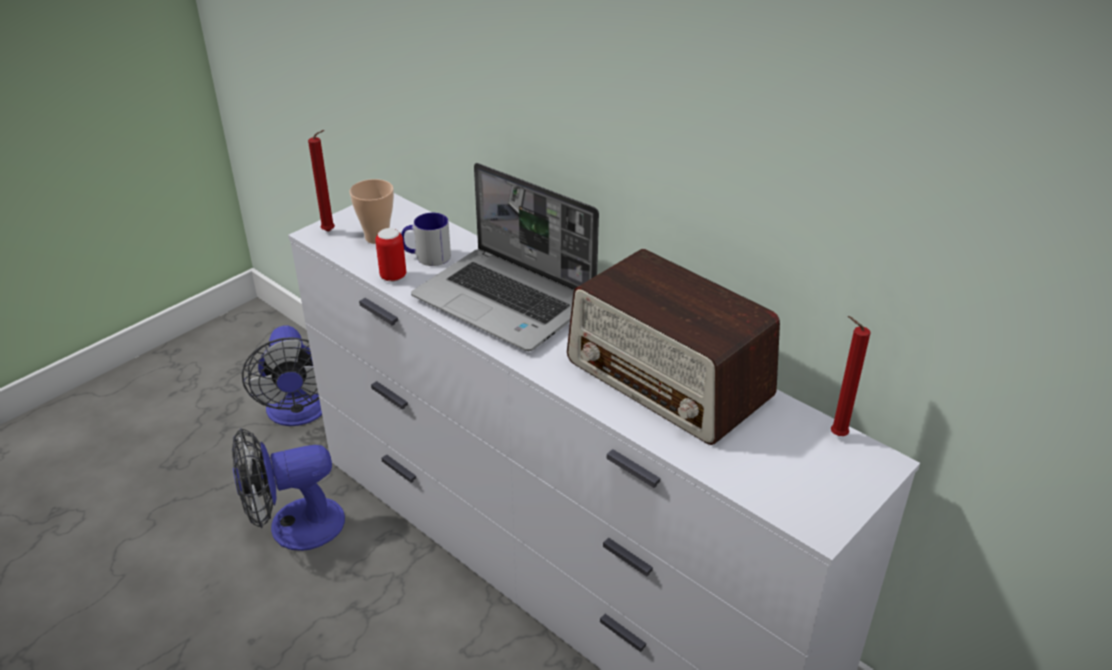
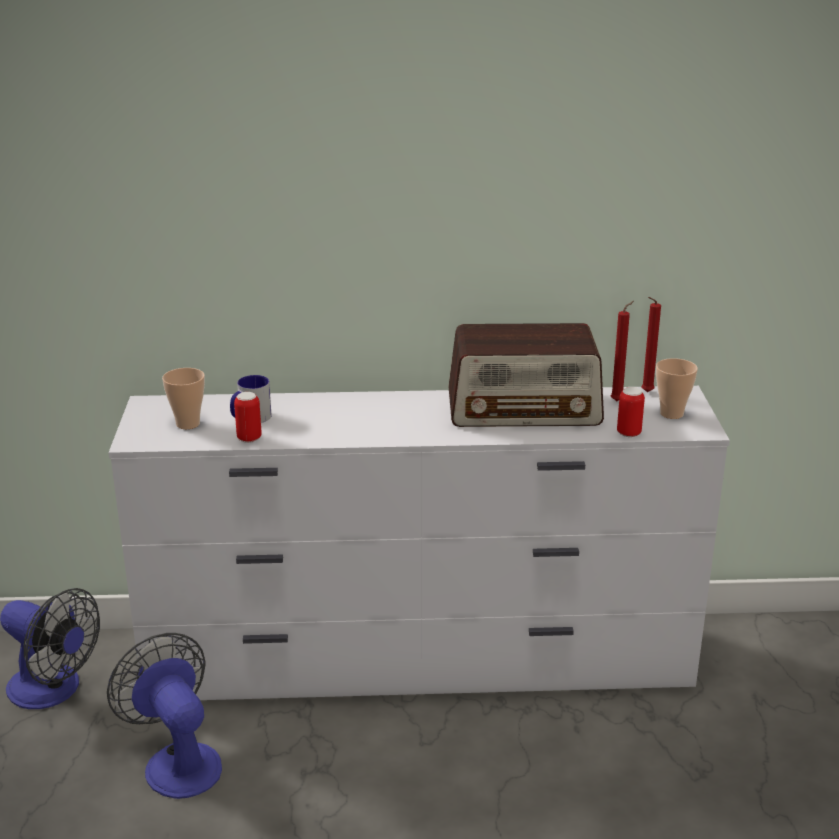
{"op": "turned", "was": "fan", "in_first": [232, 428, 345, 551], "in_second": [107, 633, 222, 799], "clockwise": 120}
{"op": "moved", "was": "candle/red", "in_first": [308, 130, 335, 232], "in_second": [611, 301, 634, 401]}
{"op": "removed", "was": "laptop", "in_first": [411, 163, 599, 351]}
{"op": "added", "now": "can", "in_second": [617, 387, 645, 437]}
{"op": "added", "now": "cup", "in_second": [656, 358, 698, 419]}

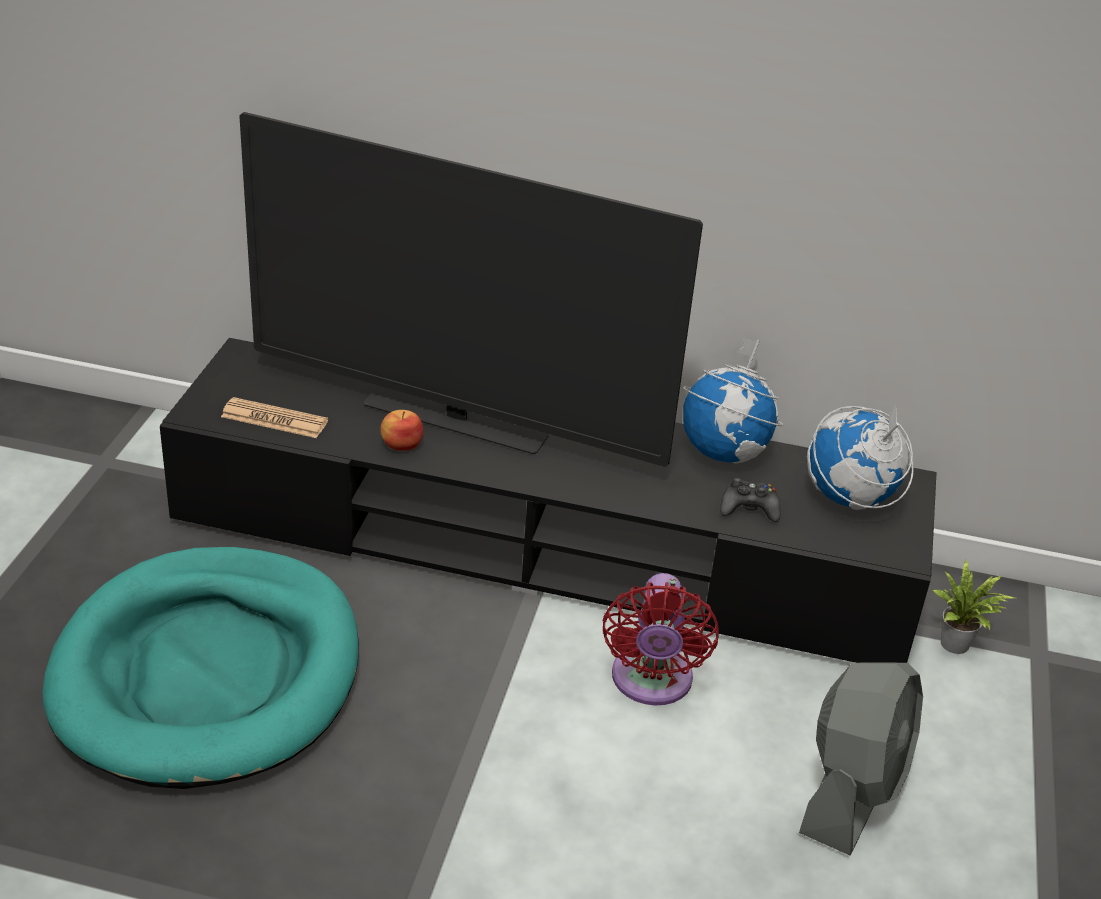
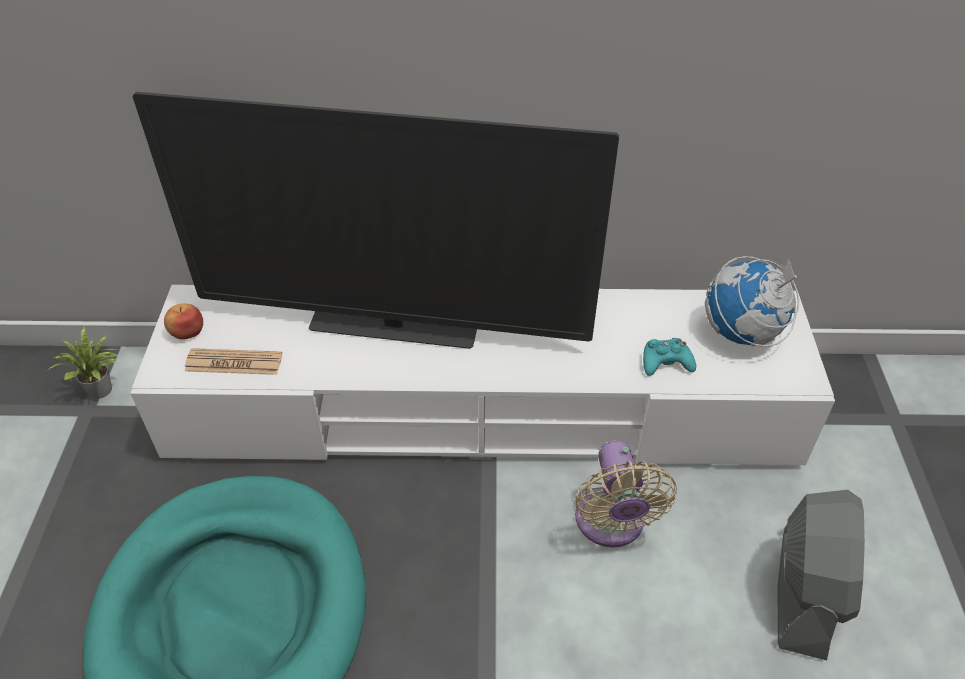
{"op": "recoloured", "was": "tv stand/black", "now": "tv stand/white", "in_first": [160, 338, 937, 663], "in_second": [130, 285, 835, 465]}
{"op": "moved", "was": "apple", "in_first": [380, 410, 423, 451], "in_second": [164, 303, 203, 340]}
{"op": "recoloured", "was": "fan/red", "now": "fan/beige", "in_first": [603, 573, 719, 705], "in_second": [575, 440, 677, 547]}
{"op": "removed", "was": "globe", "in_first": [683, 338, 783, 463]}
{"op": "recoloured", "was": "game controller/black", "now": "game controller/turquoise", "in_first": [720, 478, 781, 522], "in_second": [643, 338, 696, 376]}
{"op": "moved", "was": "potted plant", "in_first": [932, 560, 1015, 654], "in_second": [48, 326, 119, 399]}

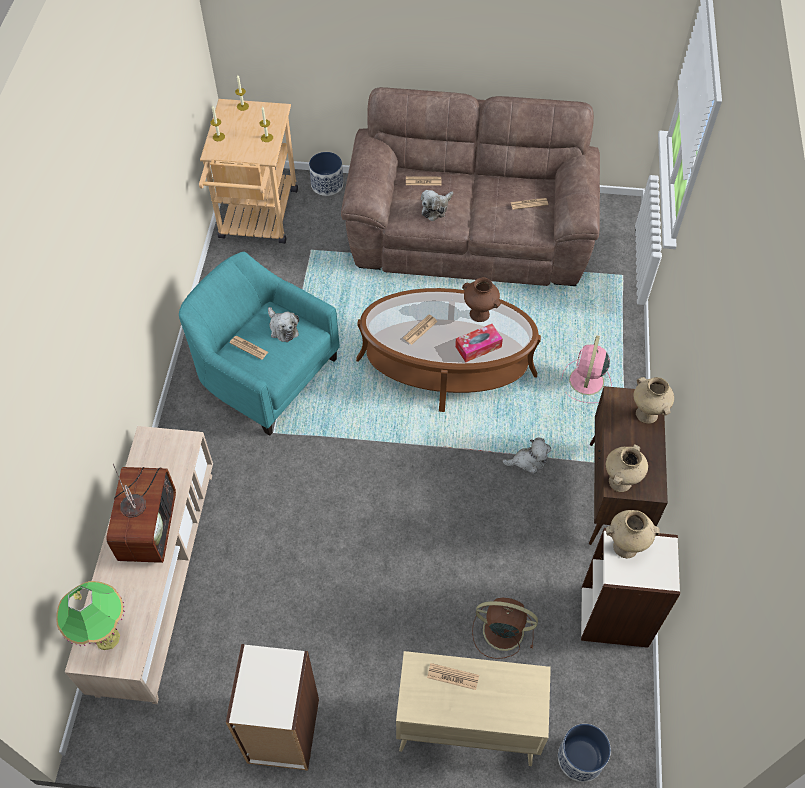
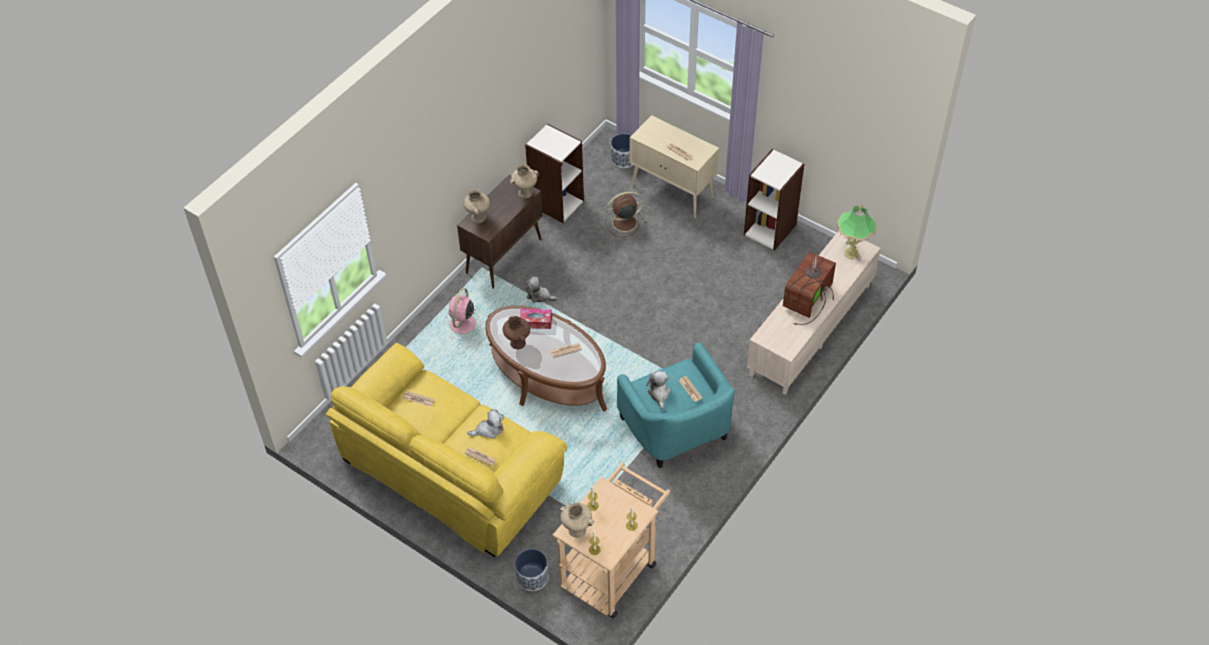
{"op": "recoloured", "was": "sofa/brown", "now": "sofa/yellow", "in_first": [341, 87, 600, 286], "in_second": [326, 343, 567, 557]}
{"op": "turned", "was": "fan/brown", "in_first": [472, 598, 538, 659], "in_second": [605, 191, 646, 238], "clockwise": 120}
{"op": "turned", "was": "fan/pink", "in_first": [561, 335, 612, 403], "in_second": [443, 288, 481, 340], "clockwise": 150}
{"op": "moved", "was": "vase/beige", "in_first": [606, 510, 660, 558], "in_second": [560, 503, 594, 538]}

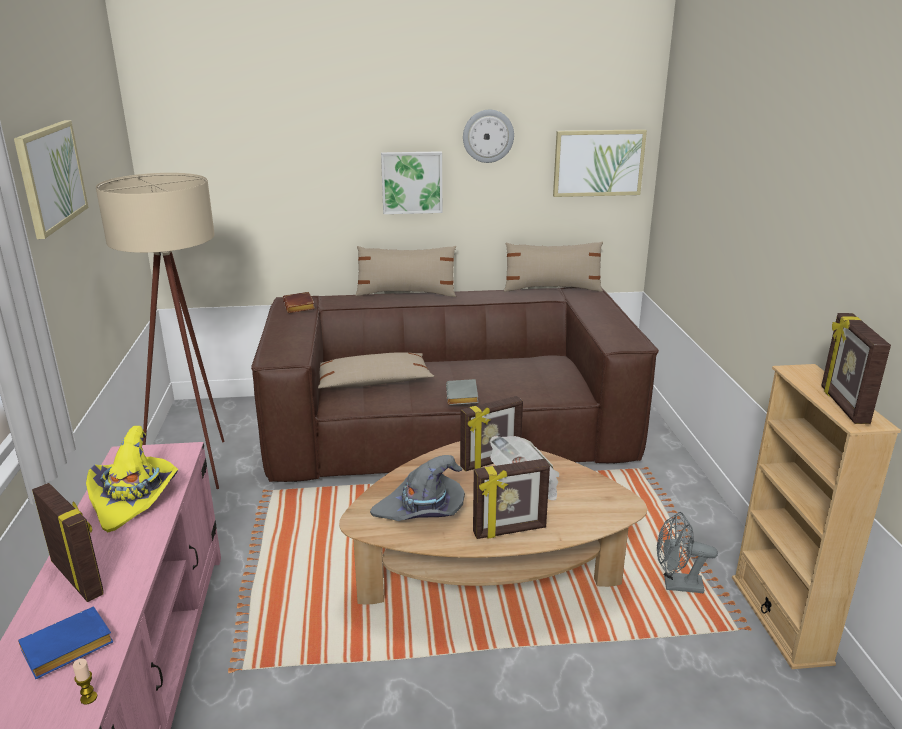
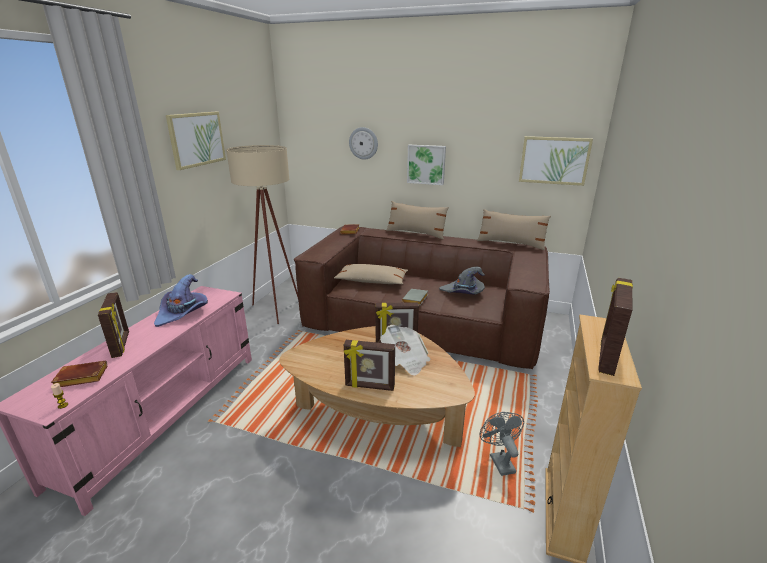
{"op": "recoloured", "was": "book/blue", "now": "book/brown", "in_first": [18, 607, 113, 679], "in_second": [51, 361, 108, 387]}
{"op": "recoloured", "was": "hat/yellow", "now": "hat/purple", "in_first": [86, 426, 179, 532], "in_second": [154, 274, 208, 327]}
{"op": "moved", "was": "hat/grey", "in_first": [370, 455, 465, 521], "in_second": [439, 267, 485, 295]}
{"op": "moved", "was": "wall clock", "in_first": [463, 110, 514, 163], "in_second": [349, 127, 378, 160]}
{"op": "turned", "was": "fan/grey", "in_first": [657, 512, 718, 593], "in_second": [480, 412, 524, 476], "clockwise": 45}

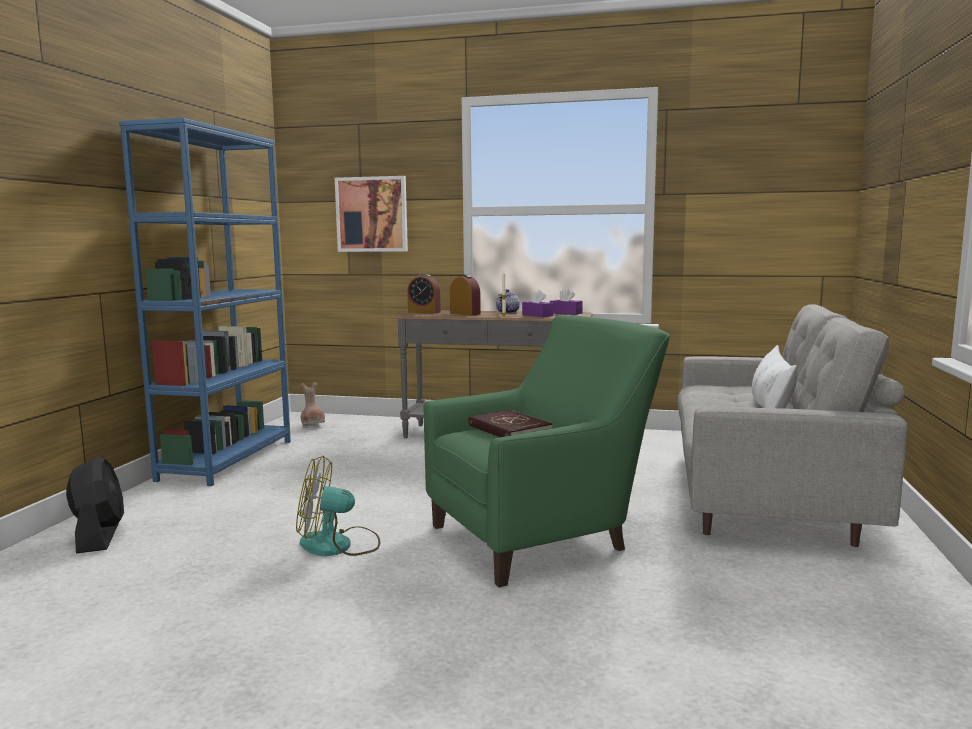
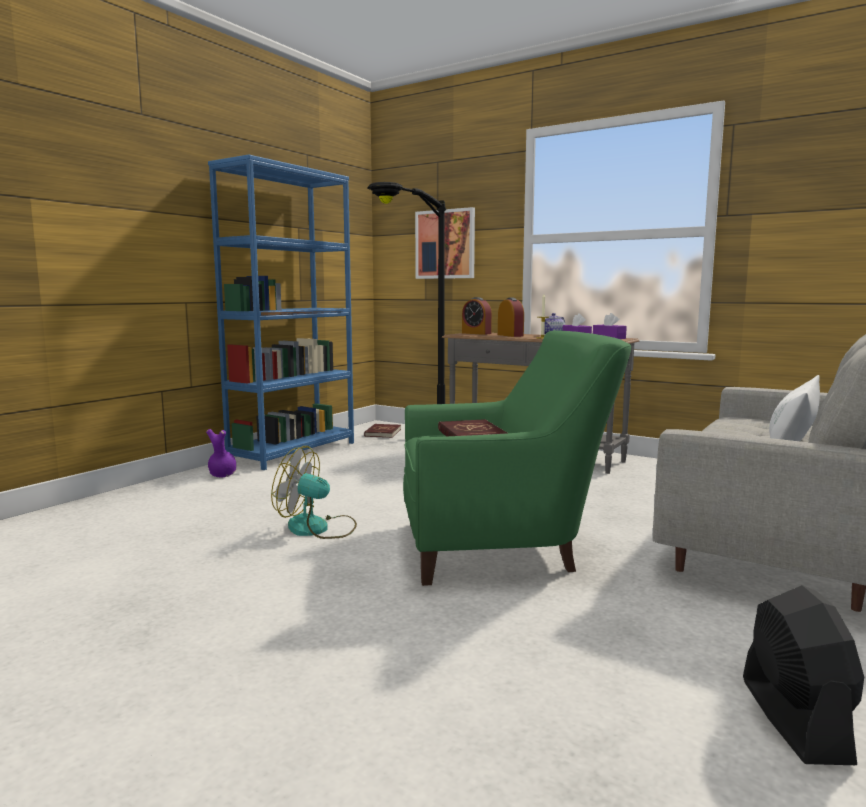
{"op": "moved", "was": "fan/black", "in_first": [66, 457, 124, 553], "in_second": [743, 585, 864, 765]}
{"op": "replaced", "was": "vase/brown", "now": "book/red", "in_first": [300, 382, 325, 426], "in_second": [364, 424, 401, 438]}
{"op": "added", "now": "vase/purple", "in_second": [206, 429, 236, 478]}
{"op": "added", "now": "floor lamp/black", "in_second": [368, 182, 446, 404]}

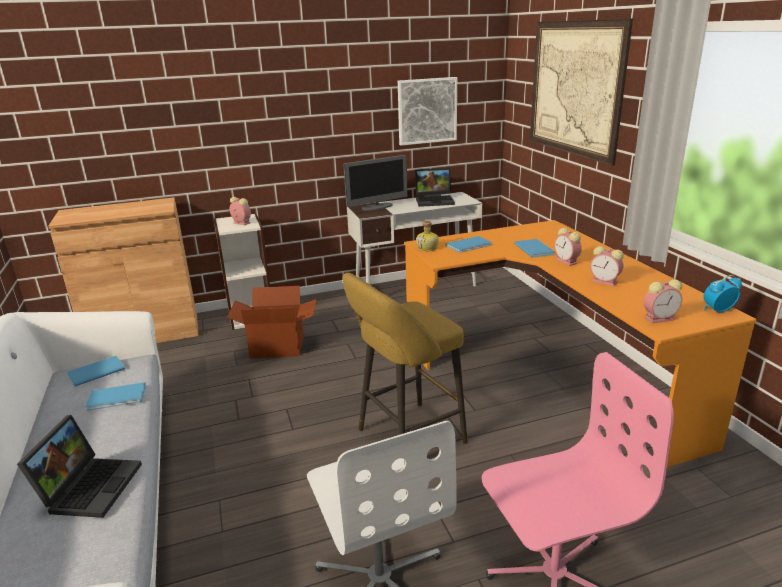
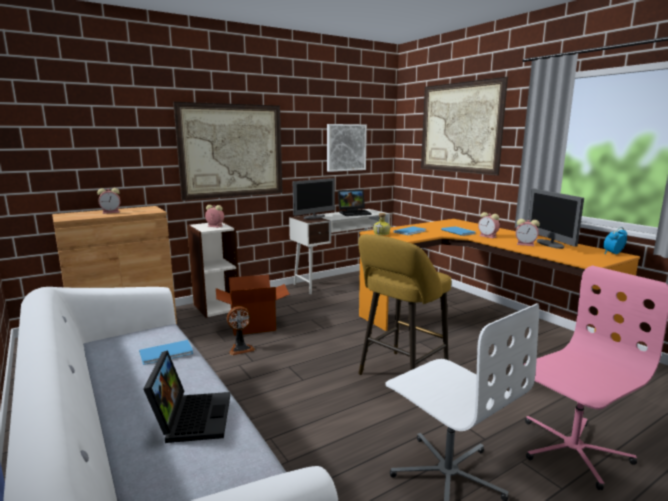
{"op": "removed", "was": "book/blue", "in_first": [67, 356, 125, 386]}
{"op": "moved", "was": "alarm clock", "in_first": [644, 280, 682, 323], "in_second": [97, 188, 120, 214]}
{"op": "added", "now": "picture", "in_second": [173, 102, 283, 201]}
{"op": "added", "now": "fan", "in_second": [227, 306, 255, 355]}
{"op": "added", "now": "monitor", "in_second": [529, 189, 584, 249]}

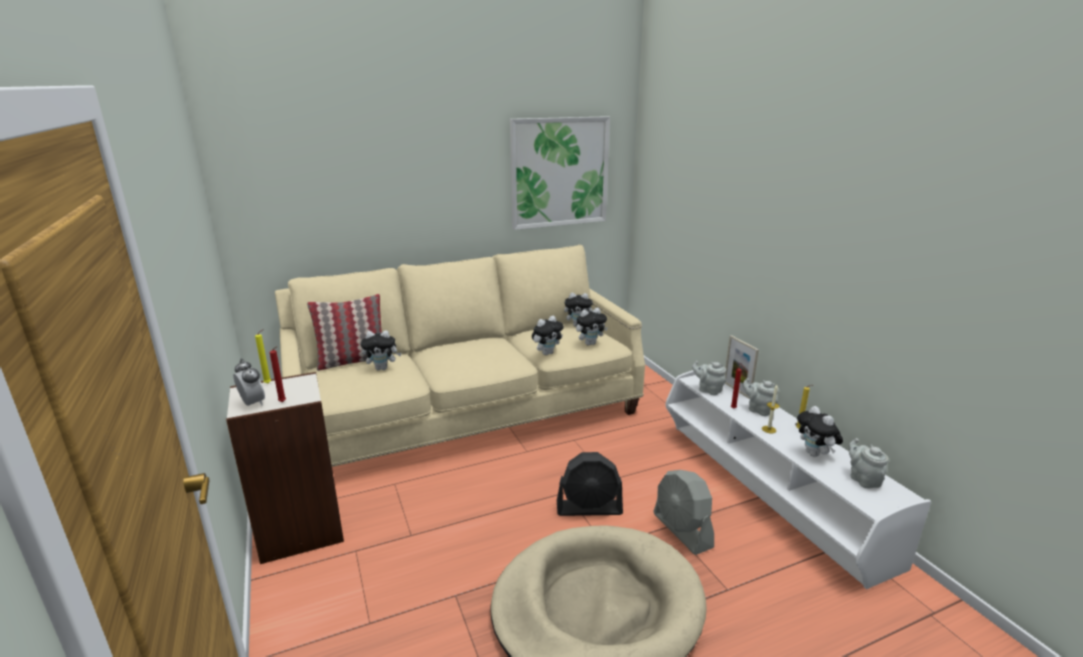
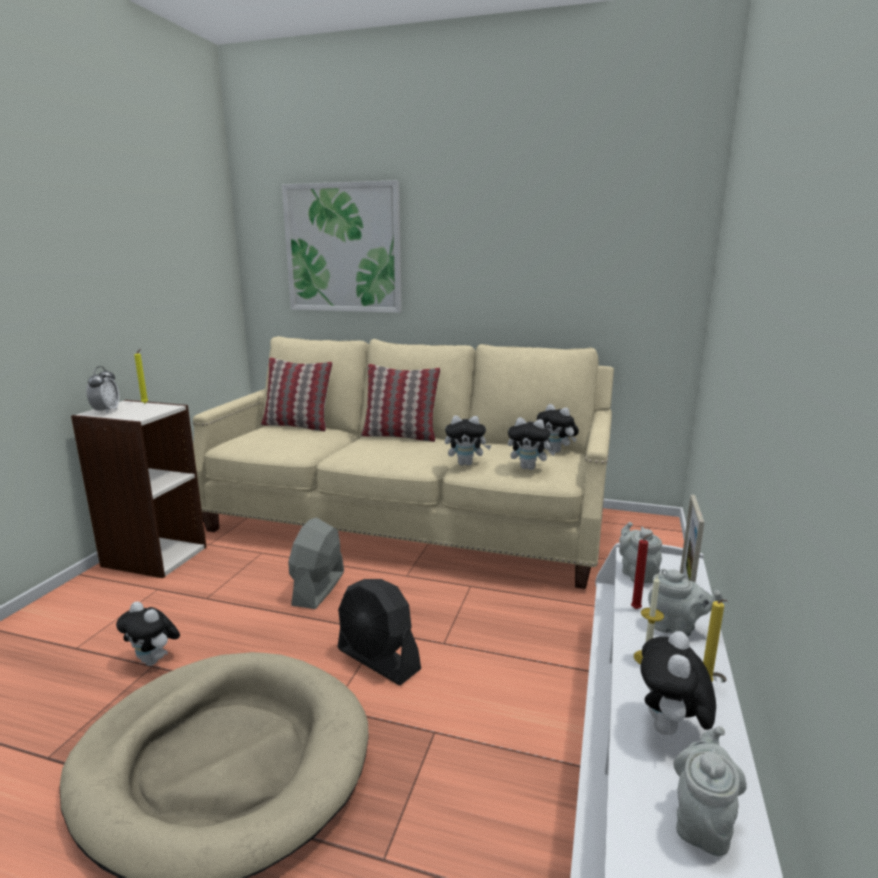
{"op": "removed", "was": "candle/red", "in_first": [270, 346, 286, 402]}
{"op": "moved", "was": "plush toy", "in_first": [361, 330, 401, 370], "in_second": [116, 601, 180, 666]}
{"op": "moved", "was": "picture", "in_first": [510, 116, 610, 230], "in_second": [282, 180, 402, 313]}
{"op": "moved", "was": "fan/grey", "in_first": [653, 470, 714, 555], "in_second": [288, 517, 344, 609]}
{"op": "turned", "was": "teapot/grey", "in_first": [742, 378, 779, 416], "in_second": [648, 568, 723, 637], "clockwise": 120}
{"op": "added", "now": "pillow", "in_second": [361, 364, 440, 442]}

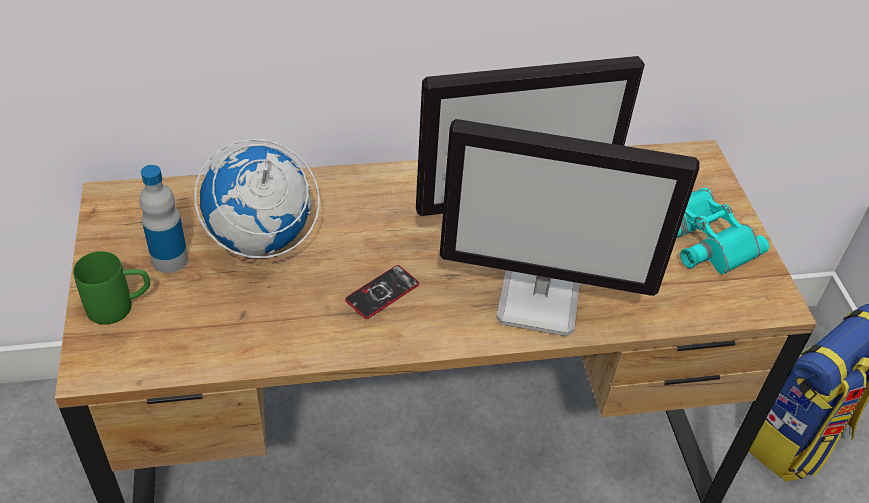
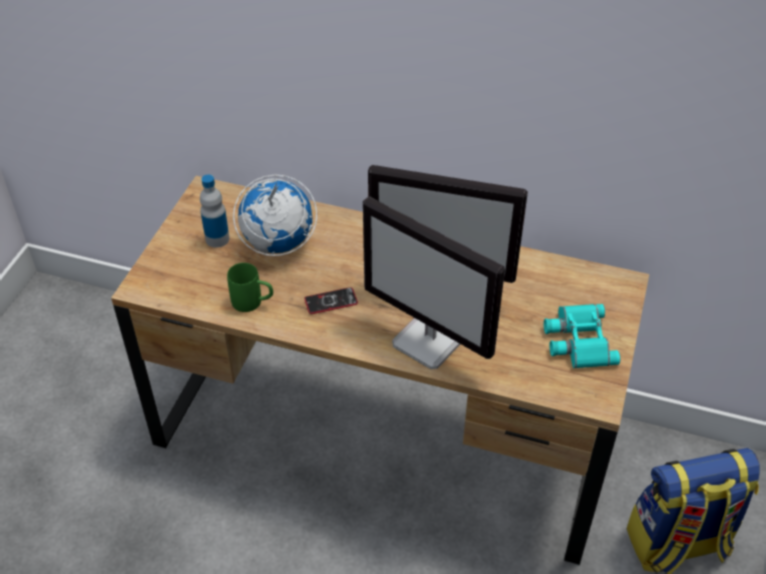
{"op": "moved", "was": "mug/green", "in_first": [73, 251, 150, 325], "in_second": [227, 263, 273, 312]}

